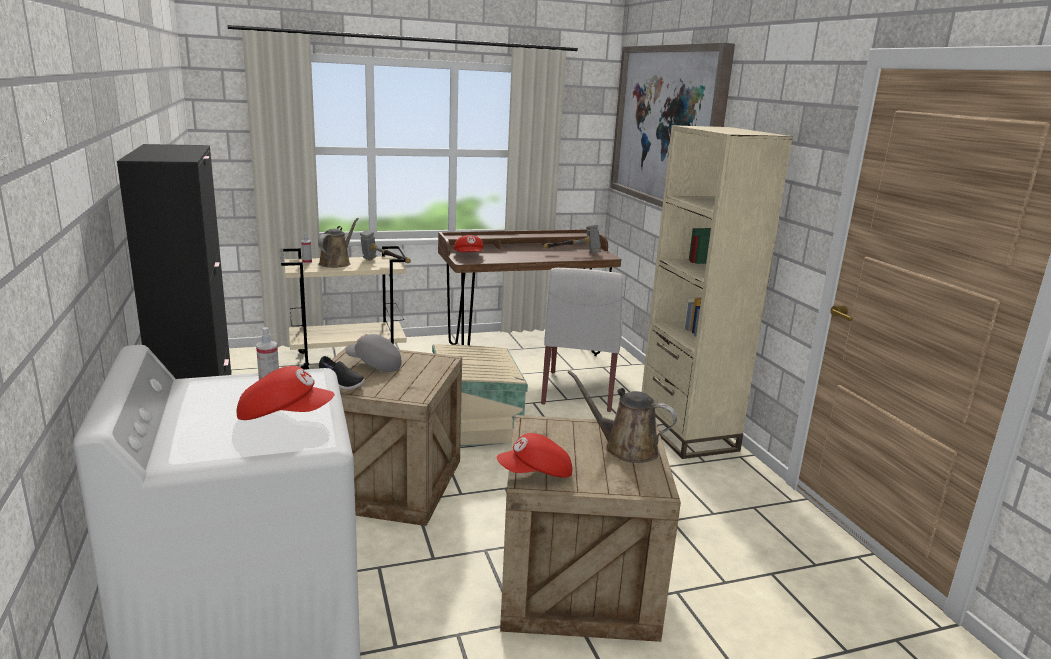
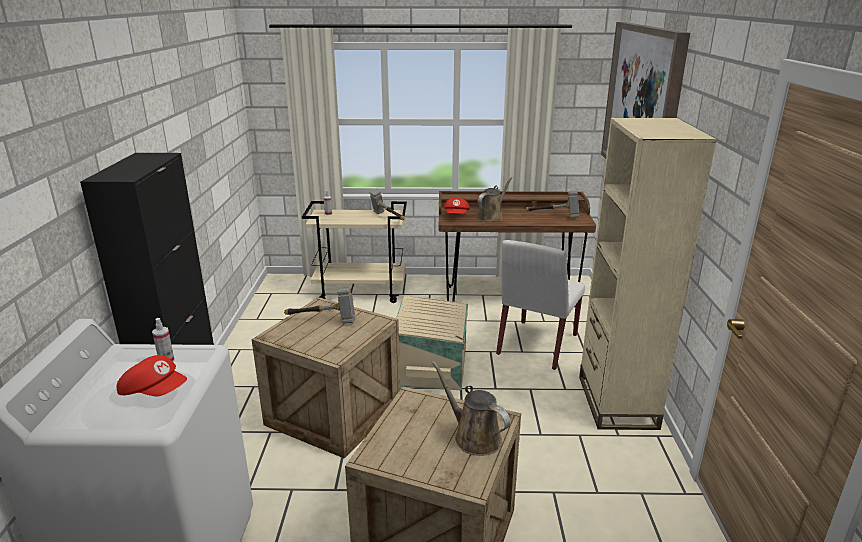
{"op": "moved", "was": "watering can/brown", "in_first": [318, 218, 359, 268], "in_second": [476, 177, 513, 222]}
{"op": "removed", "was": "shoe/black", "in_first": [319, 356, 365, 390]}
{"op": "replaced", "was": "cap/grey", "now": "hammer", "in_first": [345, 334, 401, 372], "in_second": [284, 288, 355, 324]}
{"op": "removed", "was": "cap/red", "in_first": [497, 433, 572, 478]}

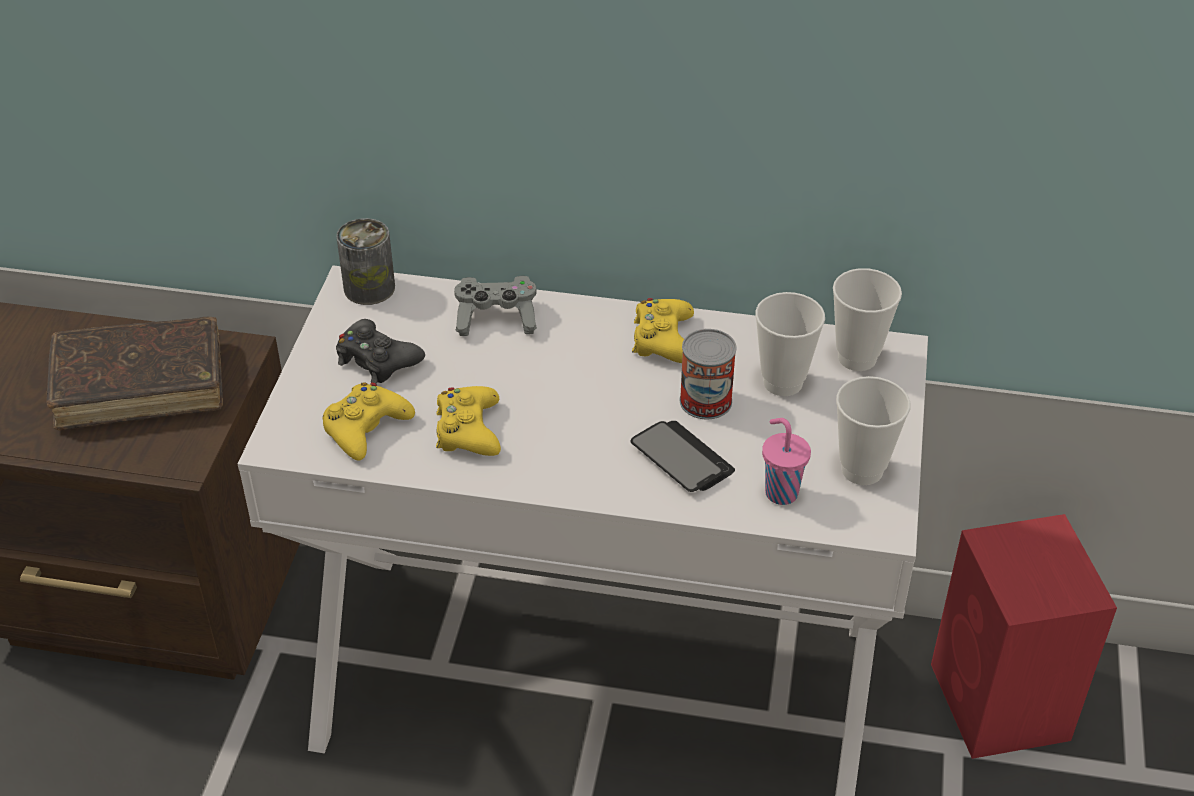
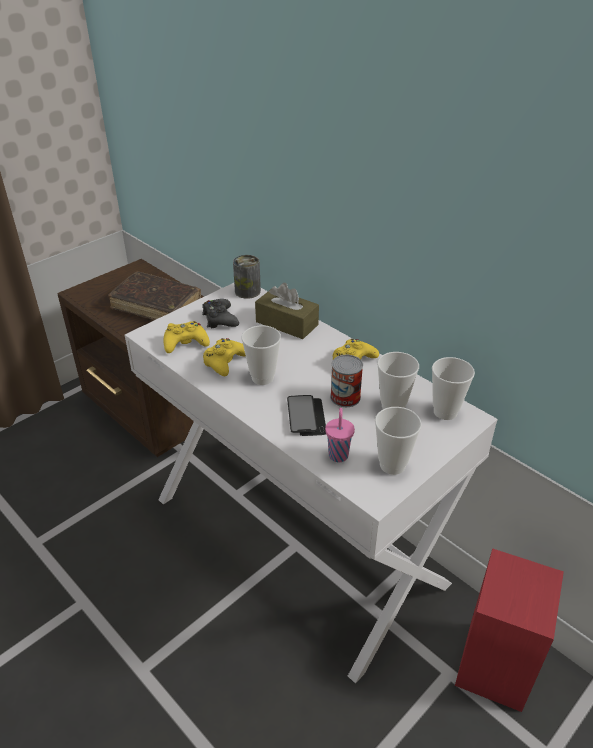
{"op": "replaced", "was": "game controller/grey", "now": "tissue box/brown", "in_first": [454, 276, 537, 336], "in_second": [255, 283, 319, 339]}
{"op": "added", "now": "cup", "in_second": [241, 325, 281, 385]}

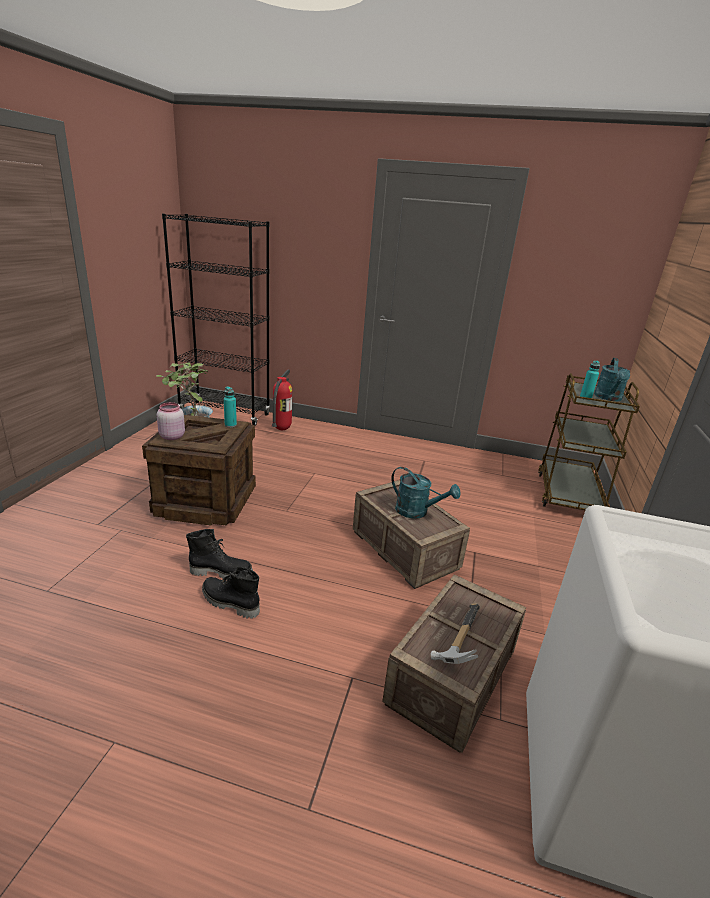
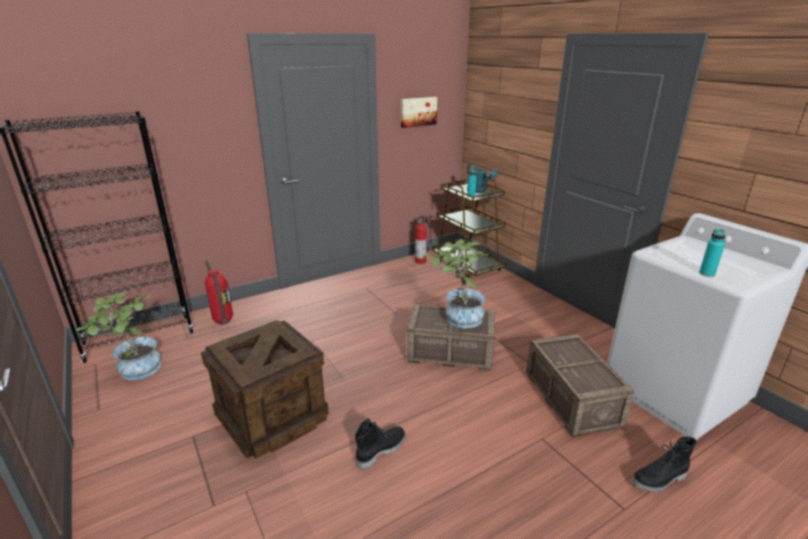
{"op": "removed", "was": "jar/pink", "in_first": [157, 402, 185, 440]}
{"op": "moved", "was": "boot/black", "in_first": [202, 567, 260, 619], "in_second": [632, 437, 697, 492]}
{"op": "moved", "was": "bottle/turquoise", "in_first": [224, 387, 237, 428], "in_second": [699, 229, 725, 277]}
{"op": "replaced", "was": "watering can/turquoise", "now": "potted plant", "in_first": [391, 467, 461, 519], "in_second": [426, 239, 489, 328]}
{"op": "removed", "was": "hammer", "in_first": [430, 603, 480, 664]}
{"op": "added", "now": "picture", "in_second": [401, 97, 437, 128]}
{"op": "added", "now": "fire extinguisher", "in_second": [414, 216, 430, 264]}

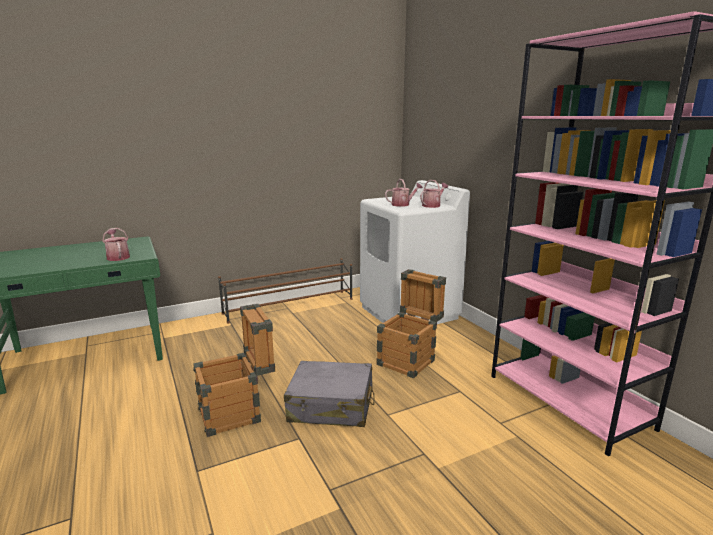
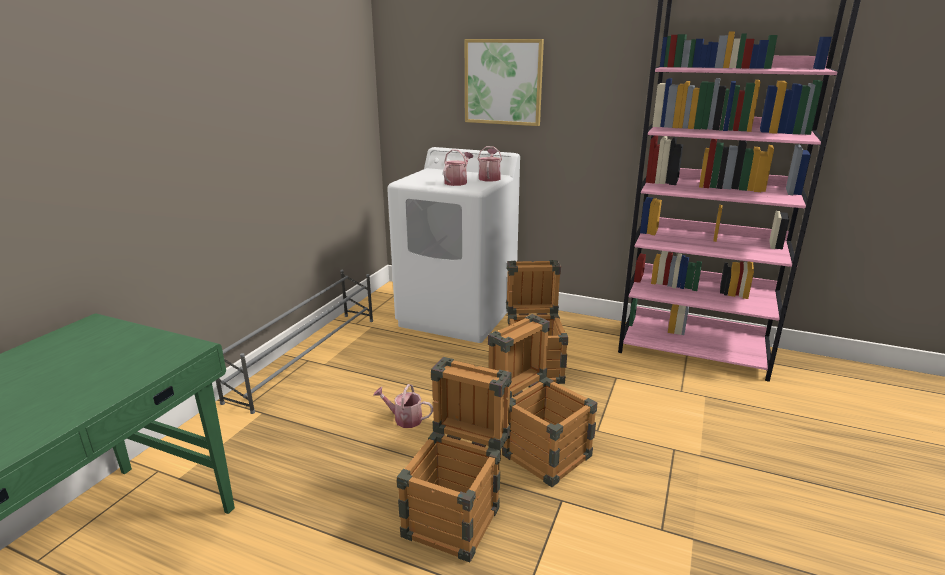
{"op": "moved", "was": "watering can", "in_first": [102, 228, 130, 261], "in_second": [373, 384, 433, 428]}
{"op": "recoloured", "was": "shoe rack/brown", "now": "shoe rack/grey", "in_first": [218, 258, 352, 324], "in_second": [216, 270, 373, 414]}
{"op": "replaced", "was": "suitcase/grey", "now": "crate", "in_first": [284, 361, 375, 427], "in_second": [488, 314, 598, 487]}
{"op": "added", "now": "picture", "in_second": [465, 39, 544, 126]}

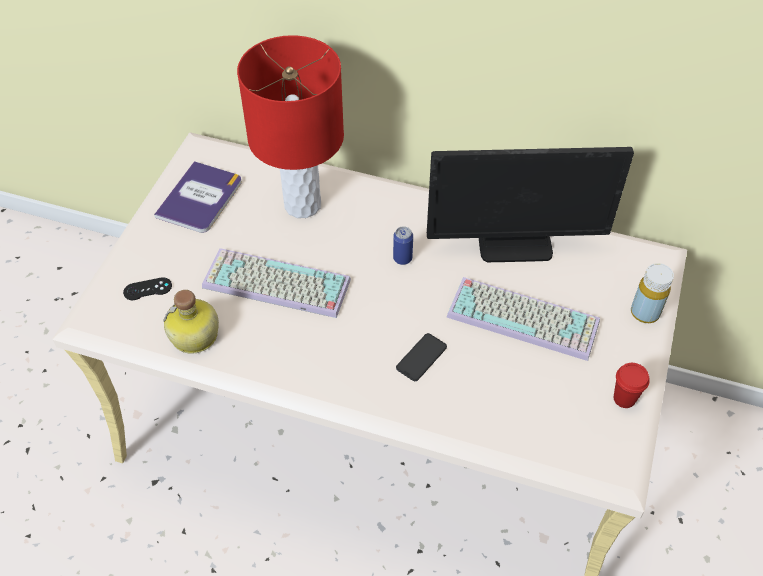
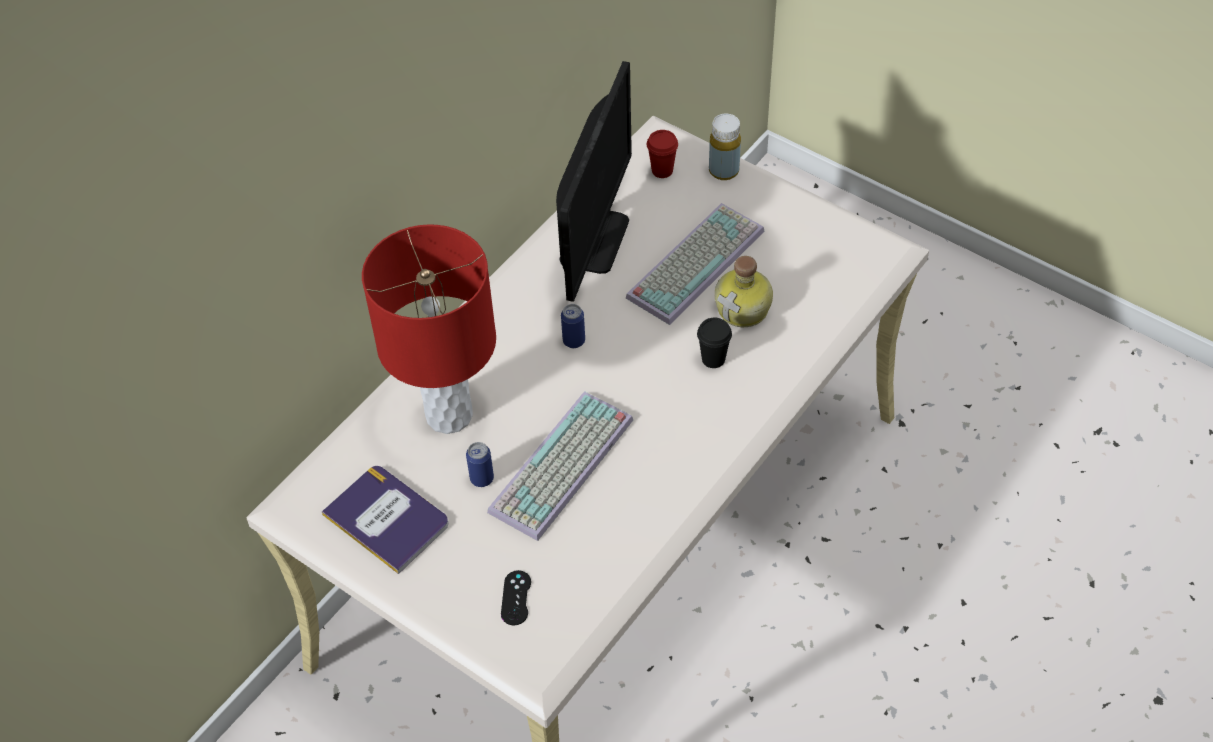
{"op": "moved", "was": "bottle", "in_first": [163, 290, 219, 354], "in_second": [715, 256, 773, 327]}
{"op": "replaced", "was": "phone", "now": "cup/black", "in_first": [396, 333, 447, 381], "in_second": [697, 318, 732, 368]}
{"op": "moved", "was": "cup/red", "in_first": [614, 363, 650, 408], "in_second": [647, 130, 678, 178]}
{"op": "added", "now": "can", "in_second": [466, 442, 494, 487]}

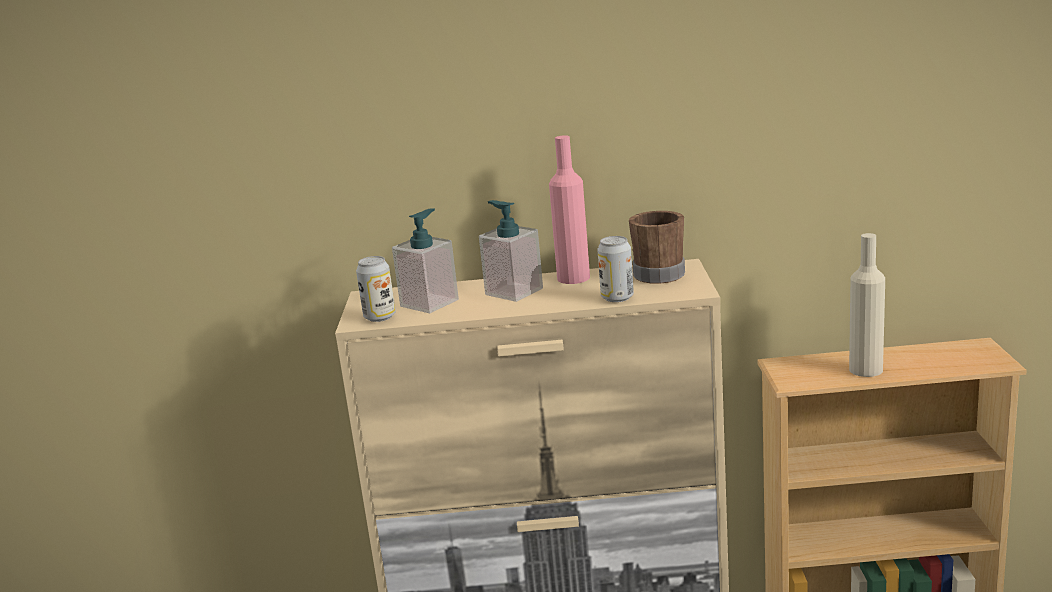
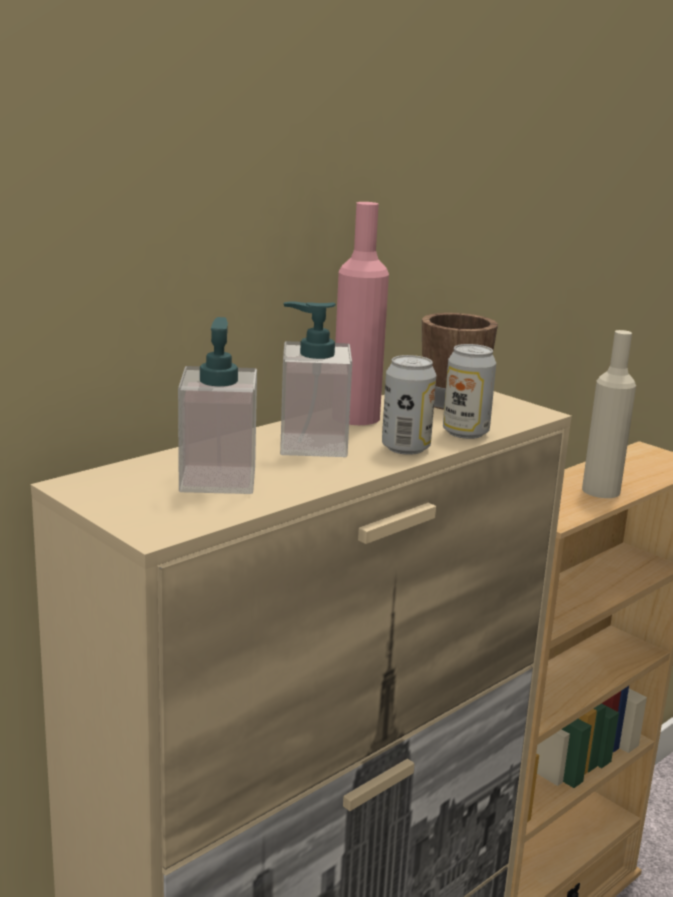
{"op": "moved", "was": "can", "in_first": [356, 256, 396, 322], "in_second": [382, 355, 436, 455]}

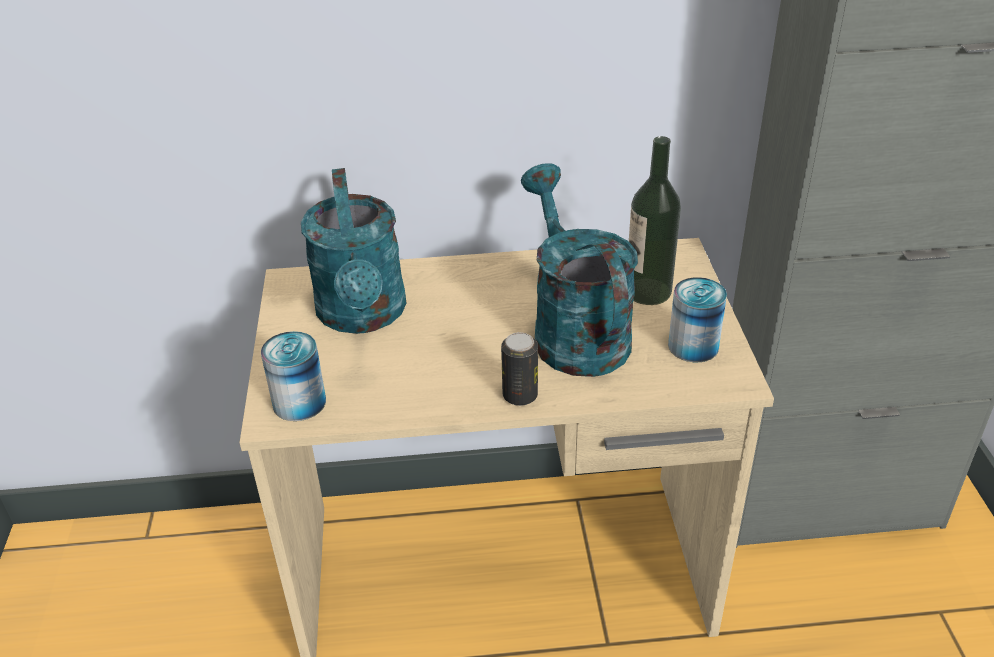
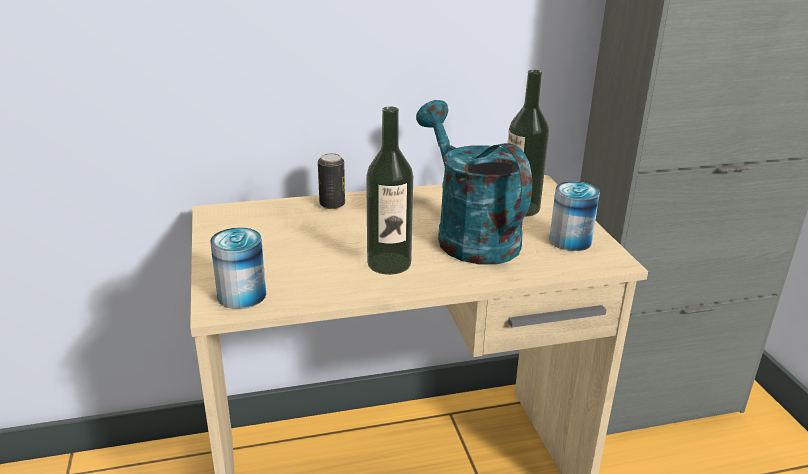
{"op": "removed", "was": "watering can/turquoise", "in_first": [301, 168, 406, 334]}
{"op": "moved", "was": "can", "in_first": [501, 332, 538, 406], "in_second": [318, 153, 345, 209]}
{"op": "added", "now": "bottle", "in_second": [366, 106, 413, 275]}

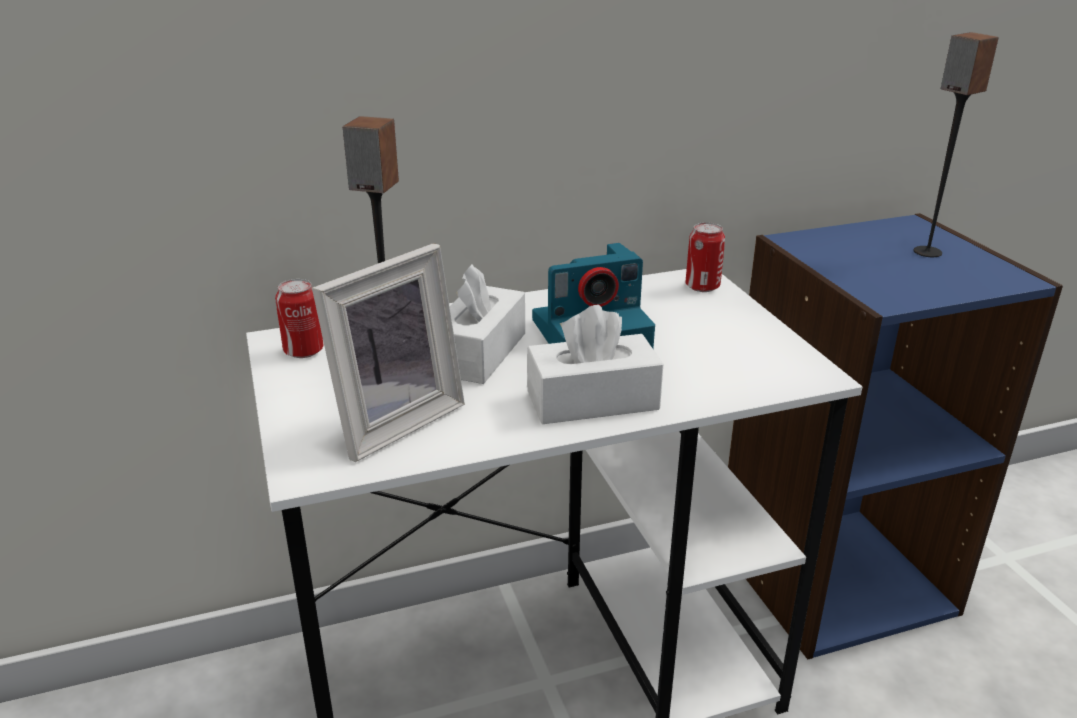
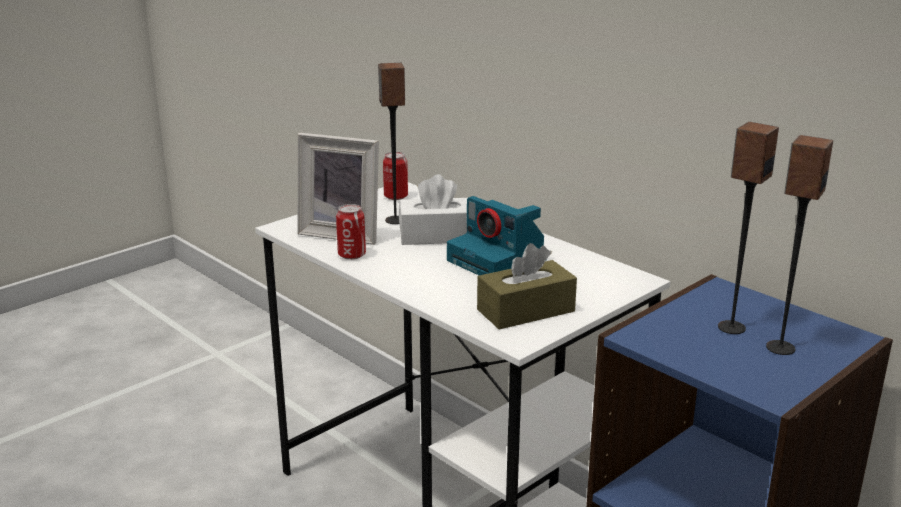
{"op": "removed", "was": "tissue box/white", "in_first": [527, 305, 663, 424]}
{"op": "moved", "was": "can", "in_first": [686, 222, 725, 292], "in_second": [336, 204, 366, 260]}
{"op": "added", "now": "tissue box/brown", "in_second": [477, 243, 577, 329]}
{"op": "added", "now": "speaker", "in_second": [718, 122, 779, 334]}

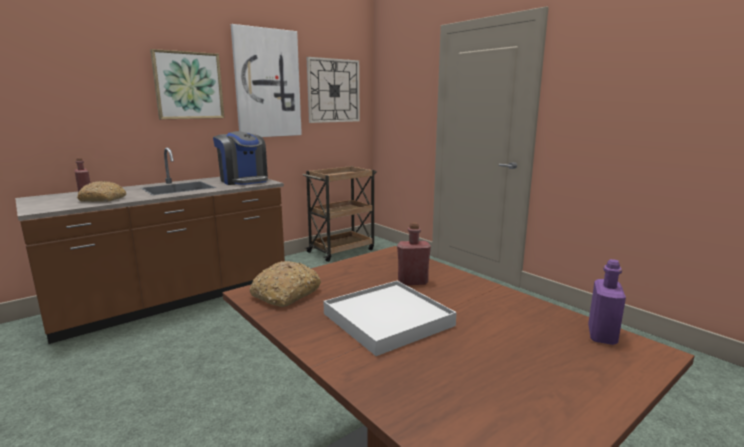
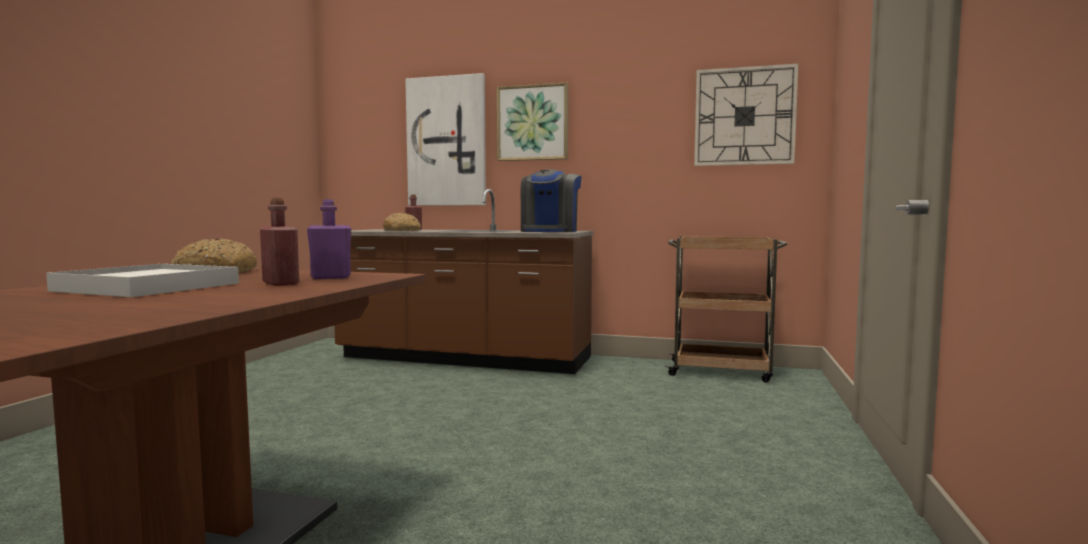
{"op": "moved", "was": "picture", "in_first": [231, 24, 302, 137], "in_second": [405, 73, 486, 206]}
{"op": "moved", "was": "bottle/purple", "in_first": [588, 259, 626, 345], "in_second": [307, 199, 351, 279]}

